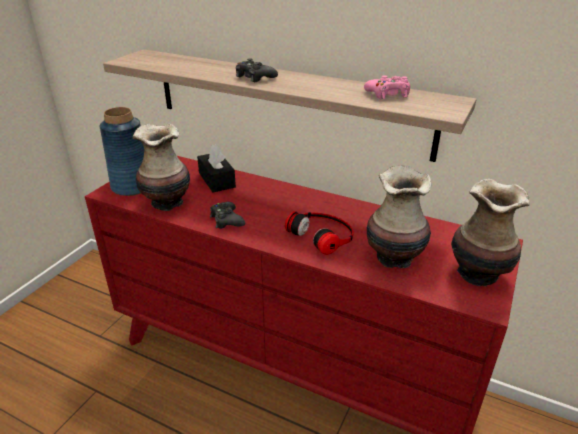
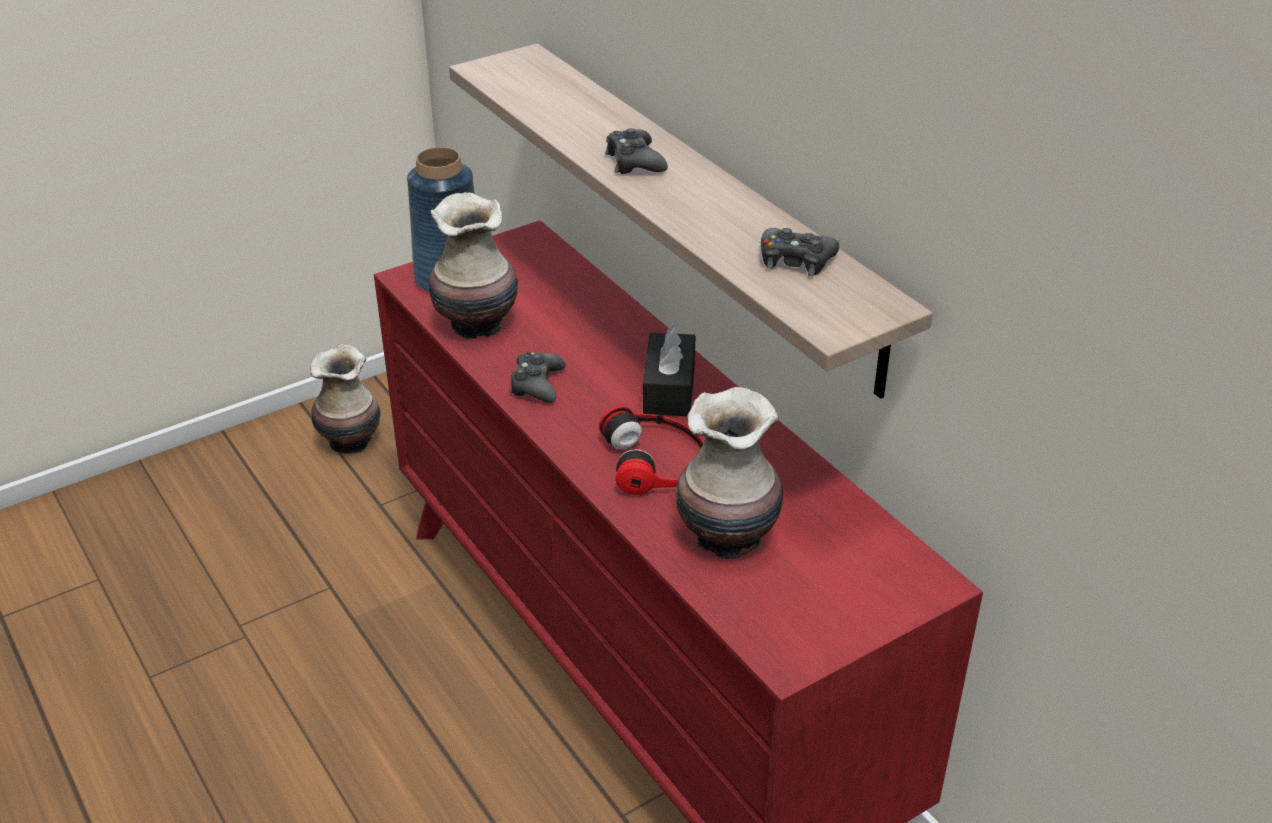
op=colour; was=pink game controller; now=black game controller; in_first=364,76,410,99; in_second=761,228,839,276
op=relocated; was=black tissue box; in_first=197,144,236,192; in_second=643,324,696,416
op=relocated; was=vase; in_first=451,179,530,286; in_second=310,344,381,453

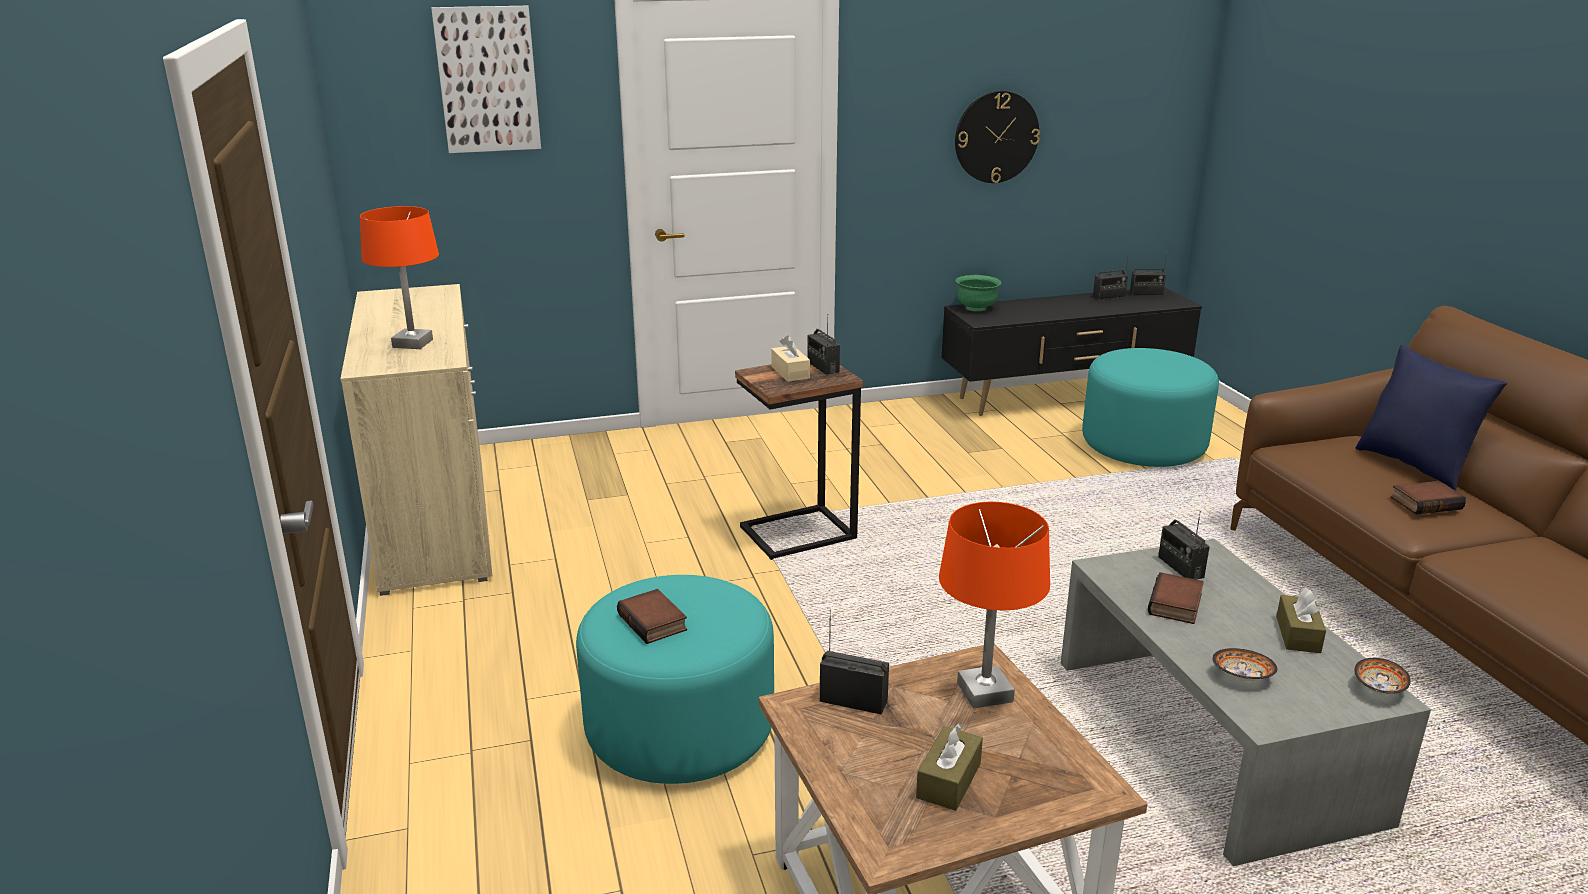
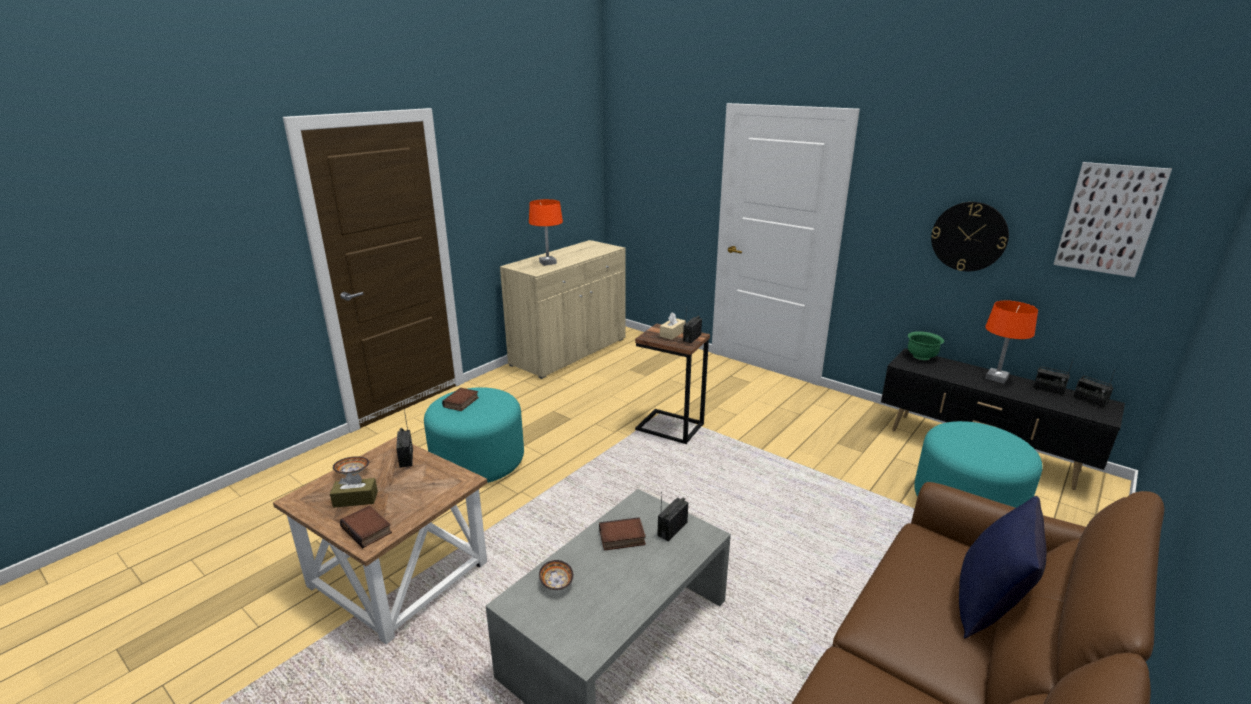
op=relocated; was=picture; in_first=431,6,541,153; in_second=1053,162,1172,277
op=relocated; was=book; in_first=1391,481,1466,515; in_second=340,505,392,548
op=relocated; was=orange table lamp; in_first=939,502,1050,709; in_second=985,301,1038,384
op=missing; was=brown tissue box; in_first=1276,588,1326,653
op=relocated; was=bowl; in_first=1354,658,1411,695; in_second=333,456,369,475

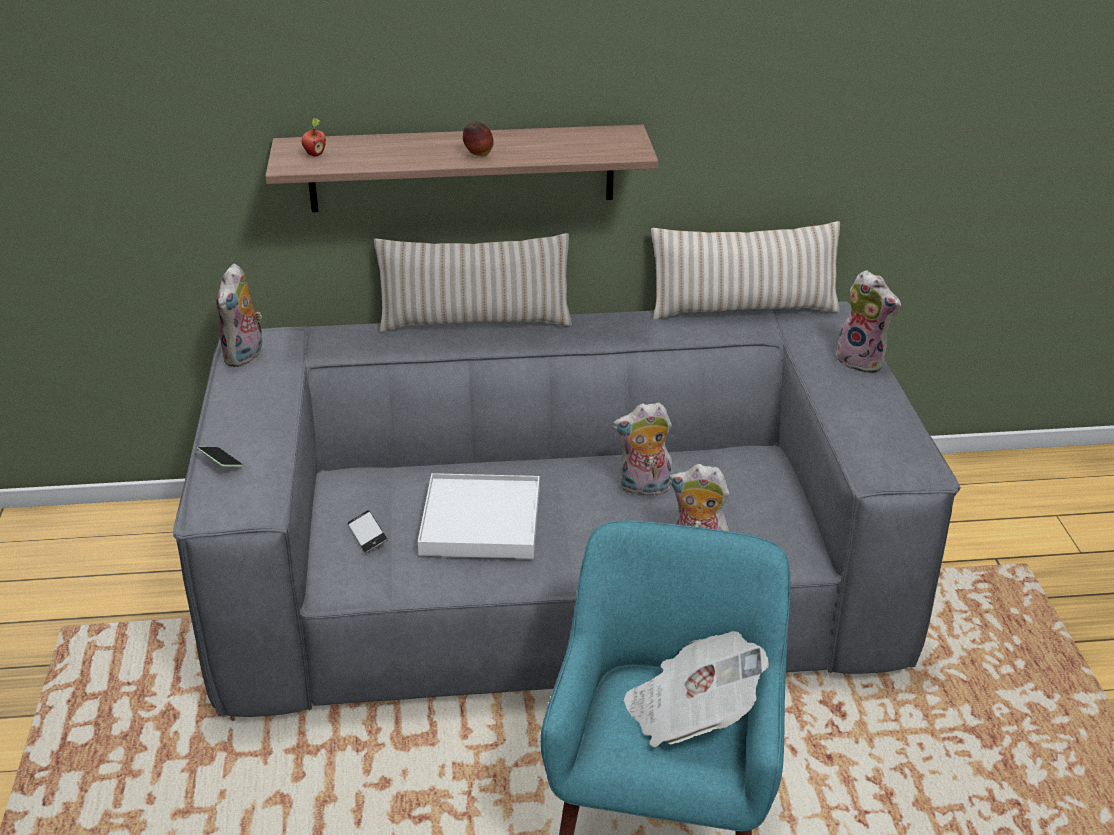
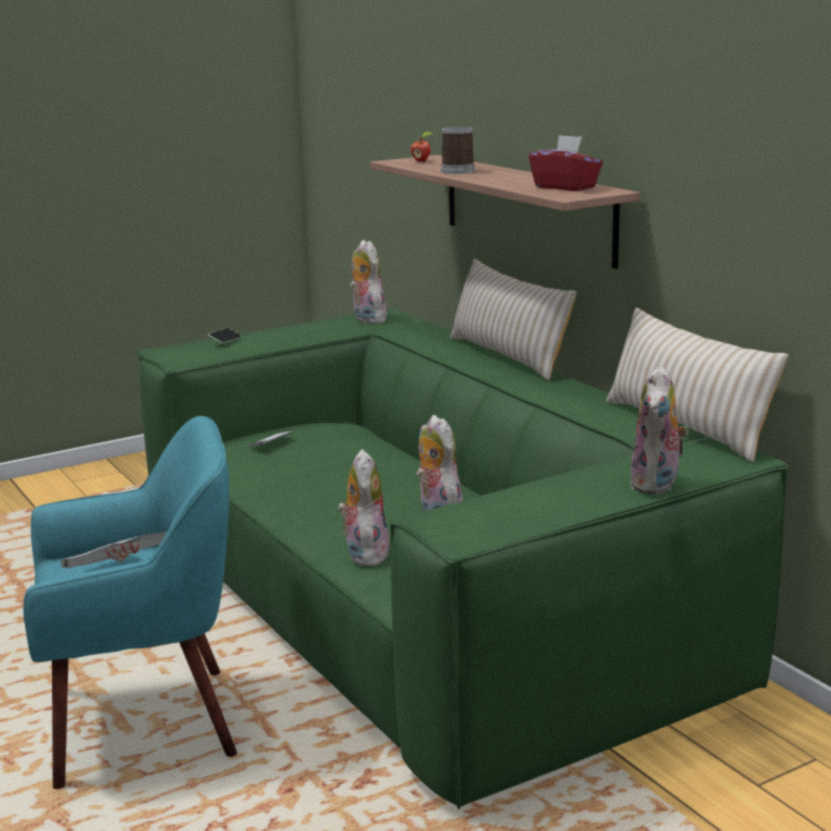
op=missing; was=apple; in_first=463,122,494,156
op=spun; was=plush toy; in_first=216,264,262,367; in_second=350,240,387,324; clockwise=75
op=colour; was=grey sofa; now=green sofa; in_first=173,301,961,717; in_second=138,309,788,810
op=missing; was=white tray; in_first=418,473,540,559
op=appeared; now=mug; in_second=441,127,475,174
op=appeared; now=red tissue box; in_second=529,135,603,191

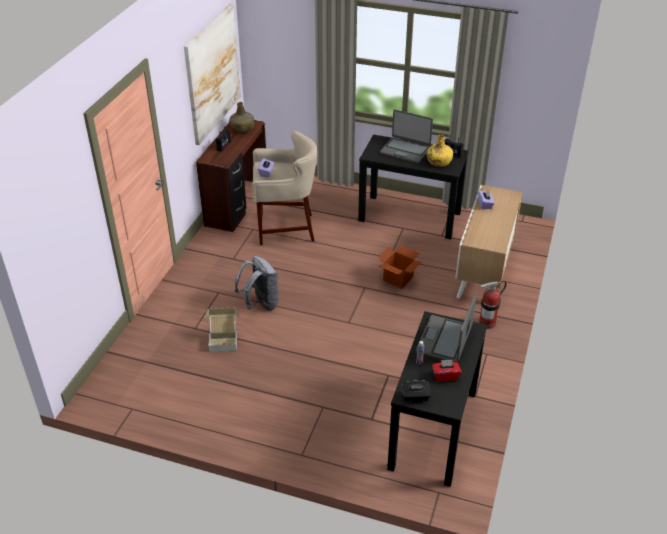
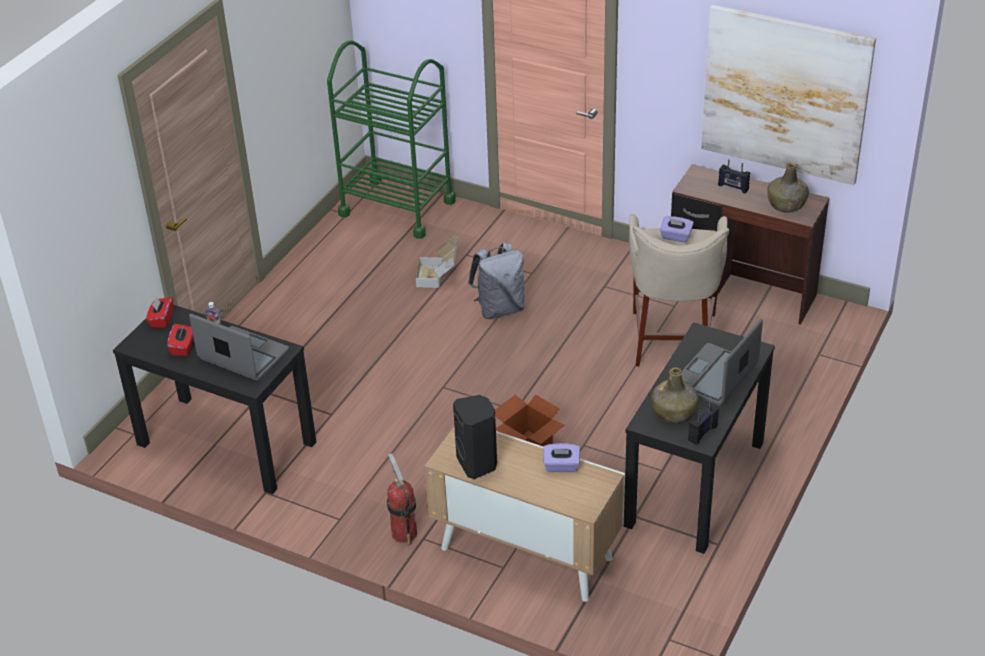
op=colour; was=yellow bottle; now=green bottle; in_first=427,135,453,167; in_second=651,367,699,423
op=colour; was=black tissue box; now=red tissue box; in_first=402,380,431,402; in_second=146,296,173,328
op=appeared; now=green cart; in_second=327,40,455,239
op=appeared; now=black speaker; in_second=453,395,497,479

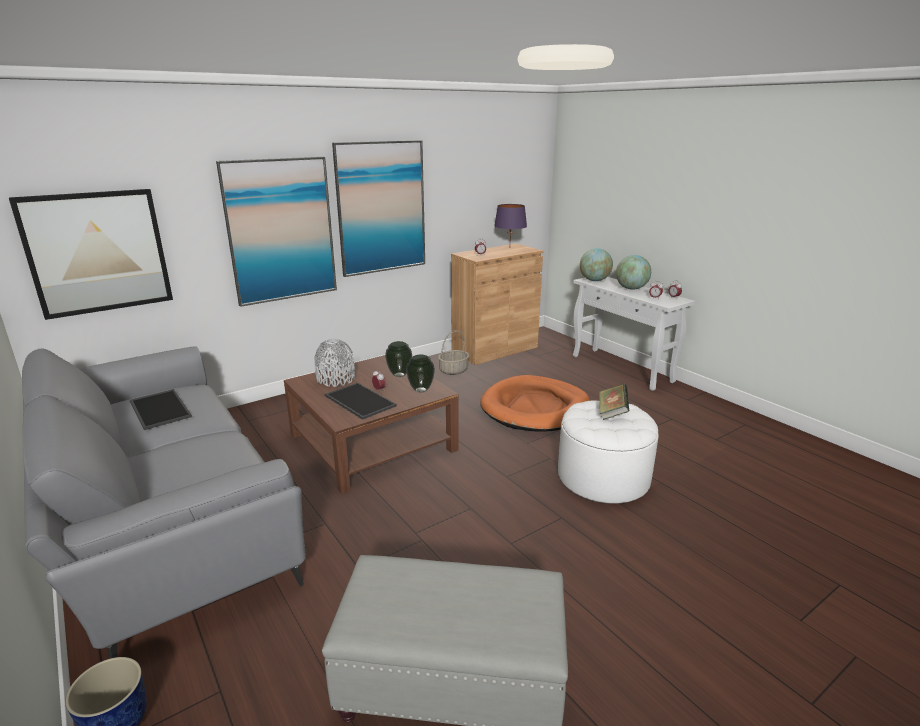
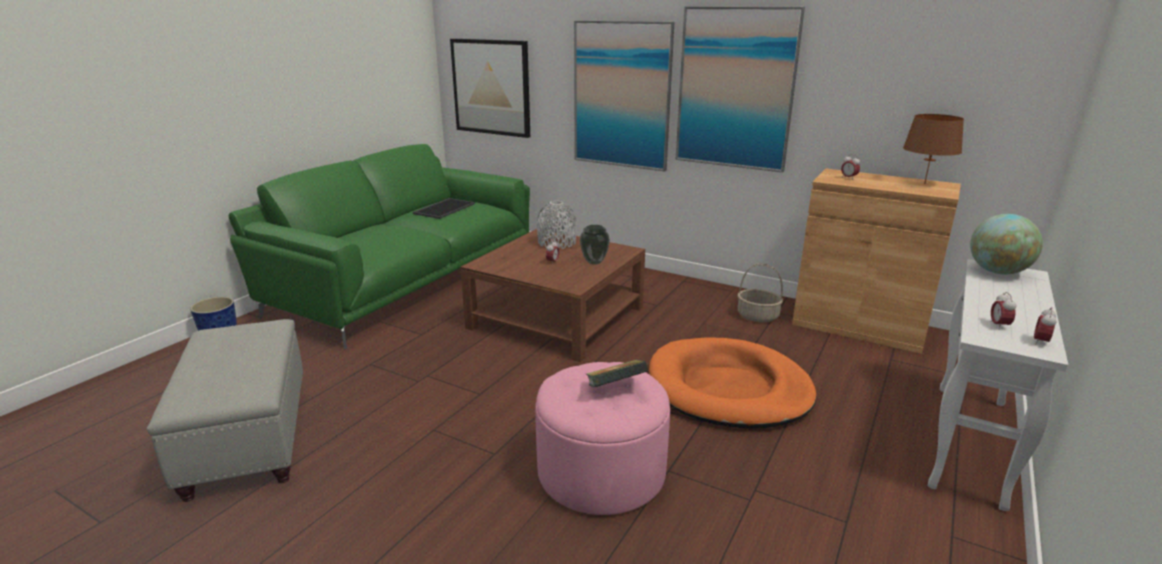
op=colour; was=purple table lamp; now=brown table lamp; in_first=494,204,527,237; in_second=903,114,964,184
op=missing; was=globe; in_first=616,255,651,290
op=colour; was=grey sofa; now=green sofa; in_first=22,346,306,659; in_second=229,144,530,349
op=missing; was=vase; in_first=406,355,435,392
op=missing; was=tray; in_first=325,383,396,420
op=colour; was=white ottoman; now=pink ottoman; in_first=558,401,659,504; in_second=535,362,670,515

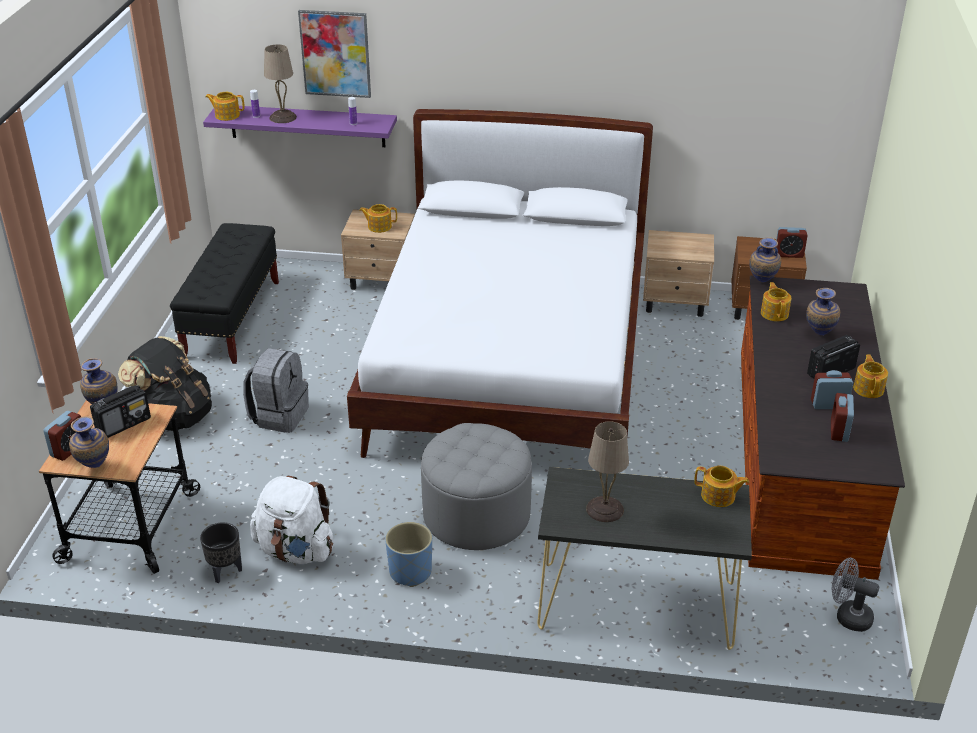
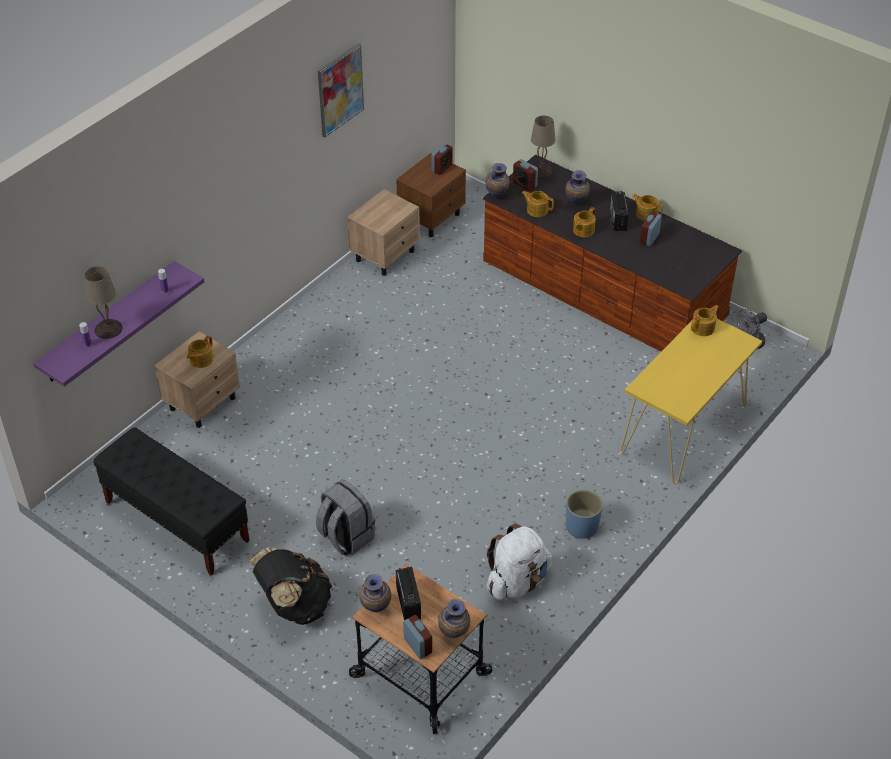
op=relocated; was=picture; in_first=298,10,371,98; in_second=318,43,364,137
op=relocated; was=teapot; in_first=206,92,245,121; in_second=573,207,596,237
op=missing; was=white bed; in_first=347,109,653,458
op=relocated; was=alarm clock; in_first=831,393,854,442; in_second=513,159,538,191
op=relocated; was=beige table lamp; in_first=586,421,629,522; in_second=531,115,555,178
op=missing; was=grey ottoman; in_first=421,423,532,550
op=colour; was=black console table; now=yellow console table; in_first=538,467,752,650; in_second=620,319,762,484
op=missing; was=black planter; in_first=200,522,242,583

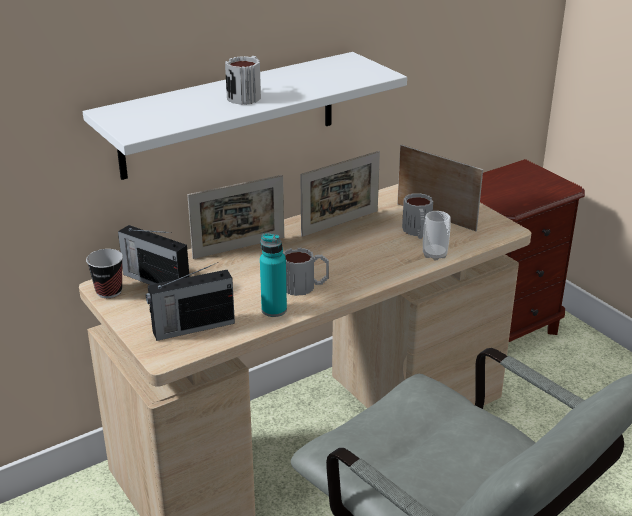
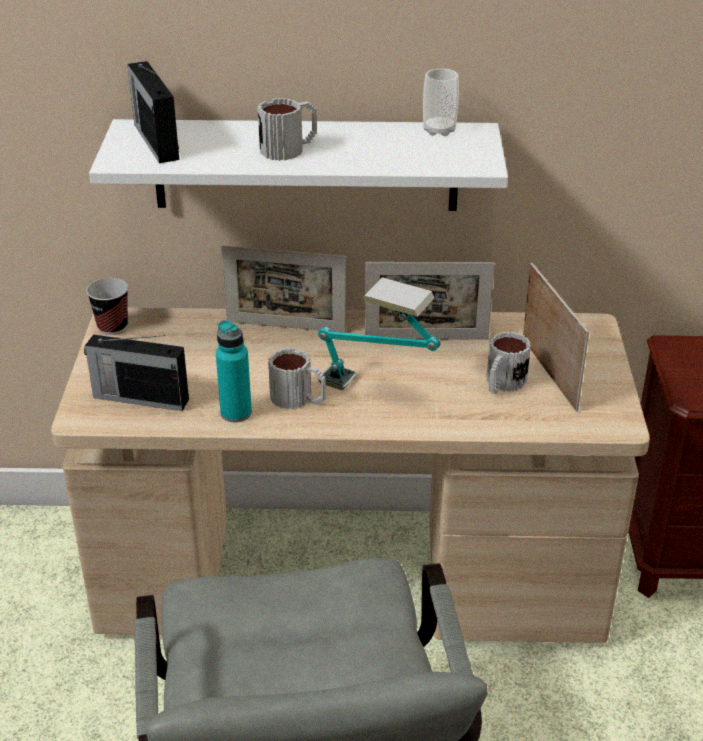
op=relocated; was=cup; in_first=423,211,451,261; in_second=423,68,459,136
op=relocated; was=radio; in_first=118,225,190,285; in_second=127,61,179,163
op=appeared; now=table lamp; in_second=318,277,440,391

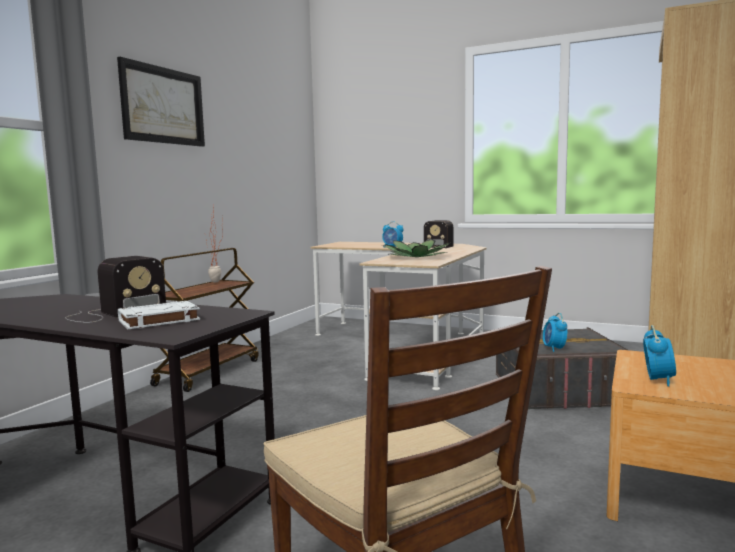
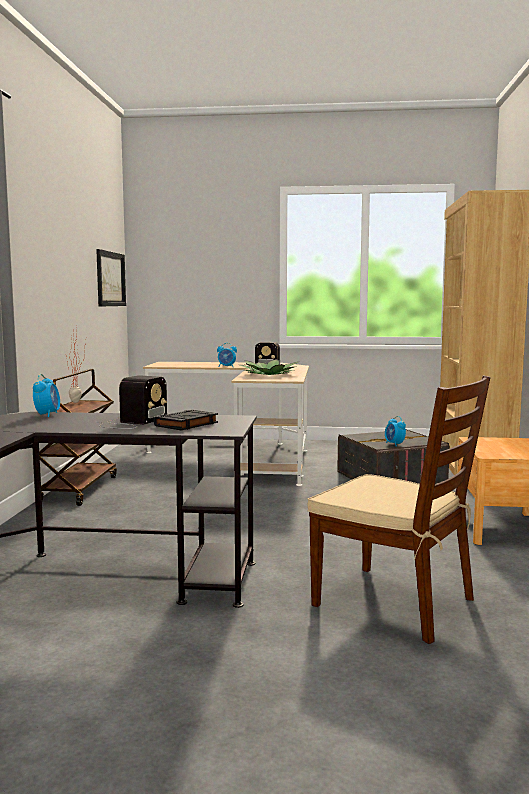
op=relocated; was=picture; in_first=117,57,205,147; in_second=96,249,126,306
op=colour; was=white book; now=black book; in_first=118,301,200,330; in_second=154,410,218,430
op=relocated; was=alarm clock; in_first=643,325,676,387; in_second=33,374,60,417

